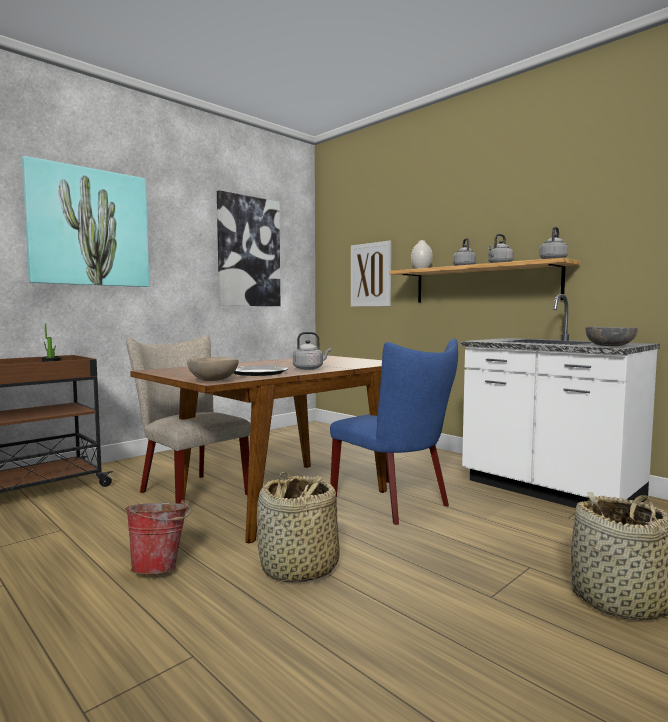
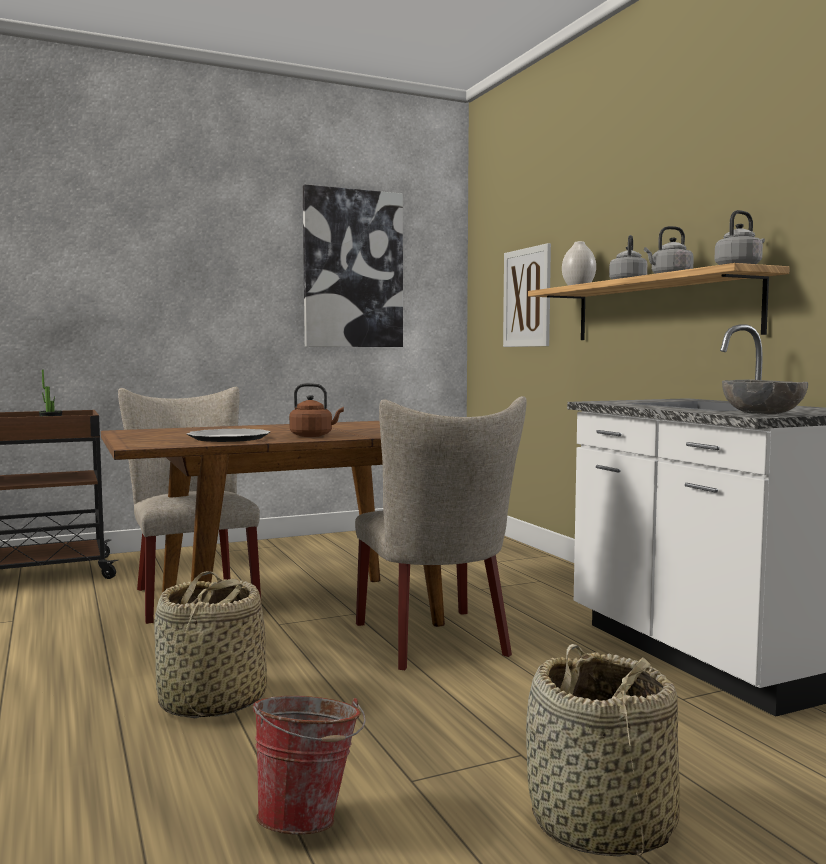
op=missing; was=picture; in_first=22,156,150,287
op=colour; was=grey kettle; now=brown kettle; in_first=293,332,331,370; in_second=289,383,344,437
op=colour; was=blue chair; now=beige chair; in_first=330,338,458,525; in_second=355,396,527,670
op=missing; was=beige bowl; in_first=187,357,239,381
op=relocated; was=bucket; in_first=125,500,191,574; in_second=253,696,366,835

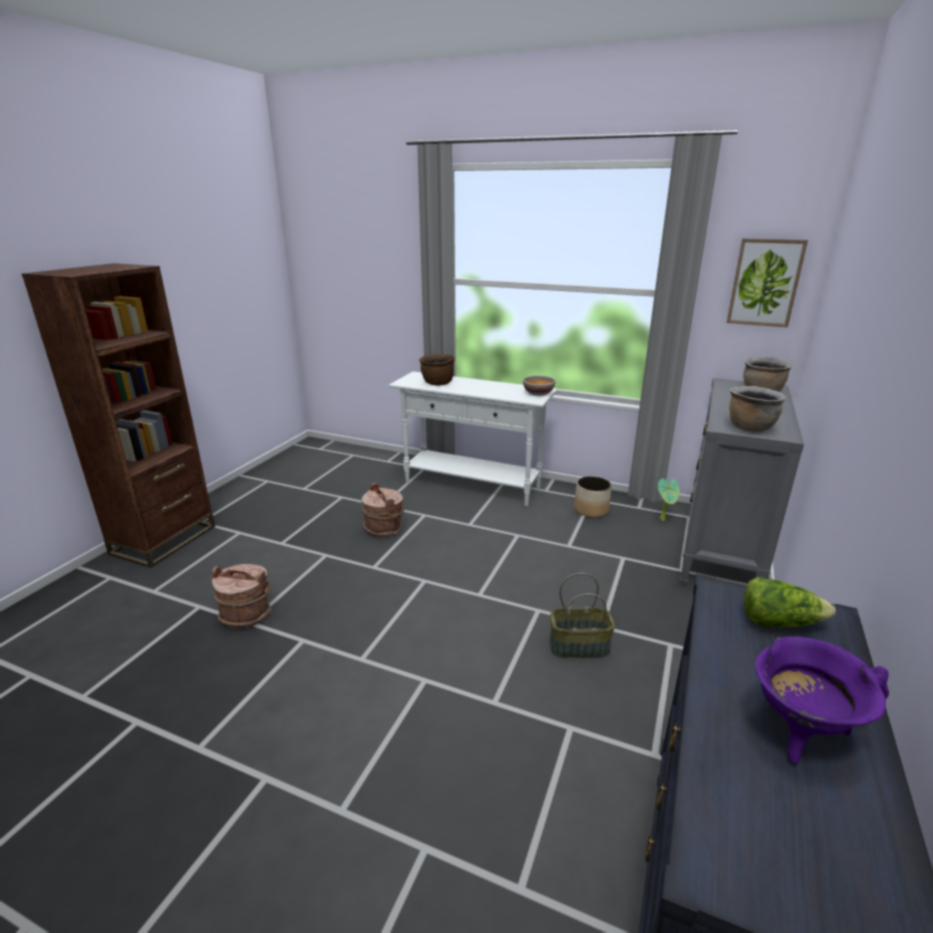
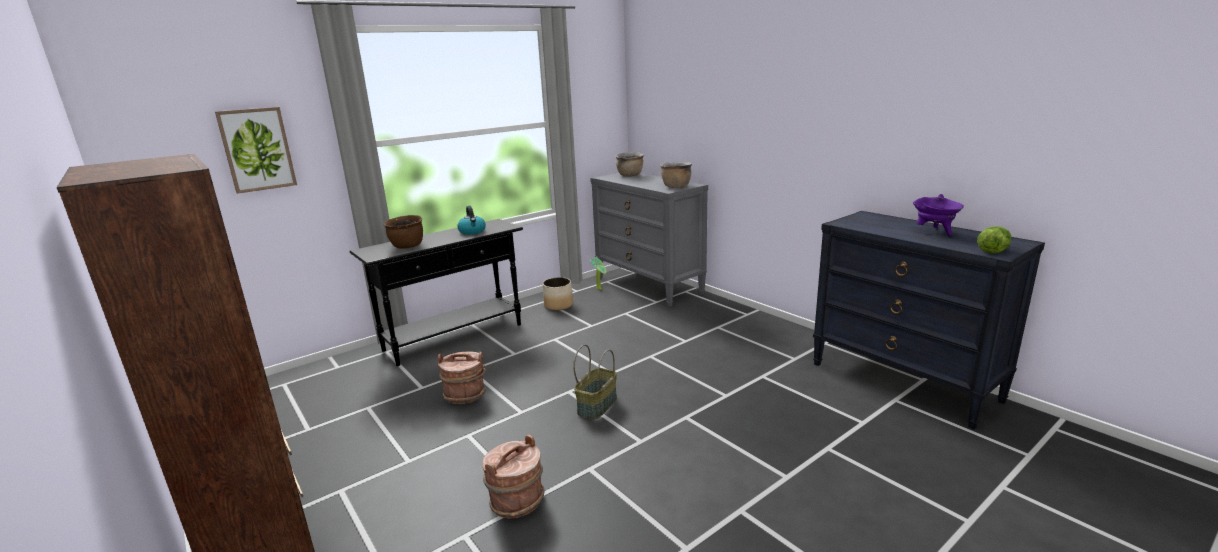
op=relocated; was=picture; in_first=727,238,808,327; in_second=215,107,297,194
op=colour; was=white console table; now=black console table; in_first=389,372,558,506; in_second=350,219,523,366
op=missing; was=bowl; in_first=523,376,556,396
op=relocated; was=basket; in_first=550,573,615,658; in_second=573,344,617,419
op=relocated; was=lettuce; in_first=744,577,836,628; in_second=977,226,1011,254
op=appeared; now=kettle; in_second=457,206,486,235

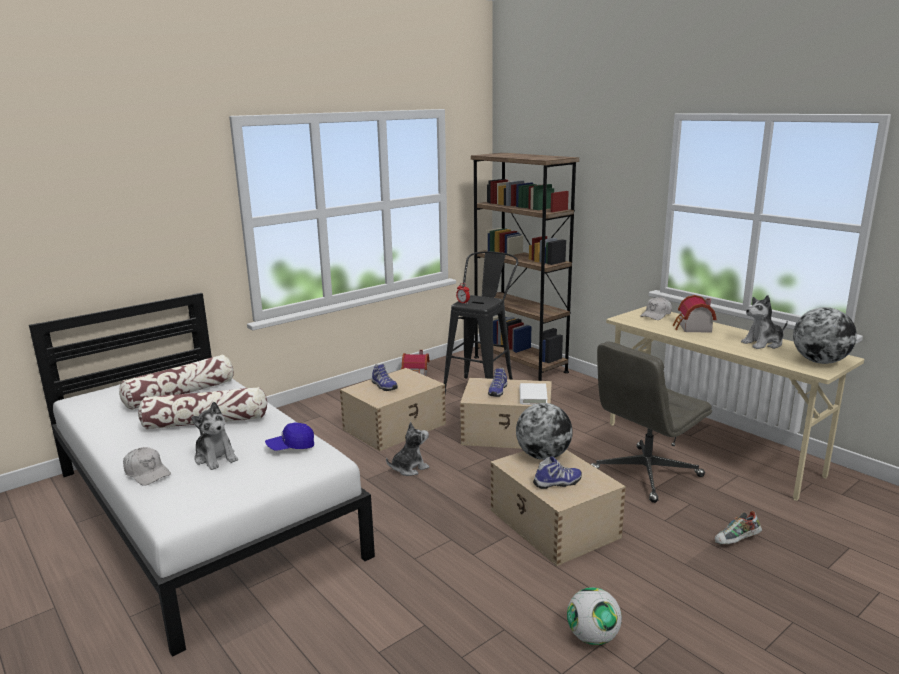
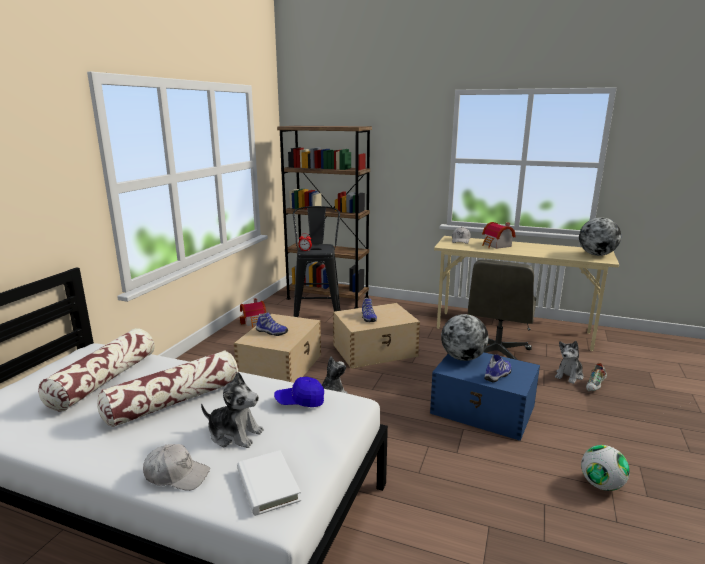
op=relocated; was=plush toy; in_first=741,295,788,349; in_second=555,341,584,384
op=relocated; was=white book; in_first=520,383,548,405; in_second=237,450,301,516
op=spun; was=blue cap; in_first=265,423,314,450; in_second=274,377,324,407; clockwise=45
op=colour; was=beige storage box; now=blue storage box; in_first=491,449,626,566; in_second=430,352,540,441

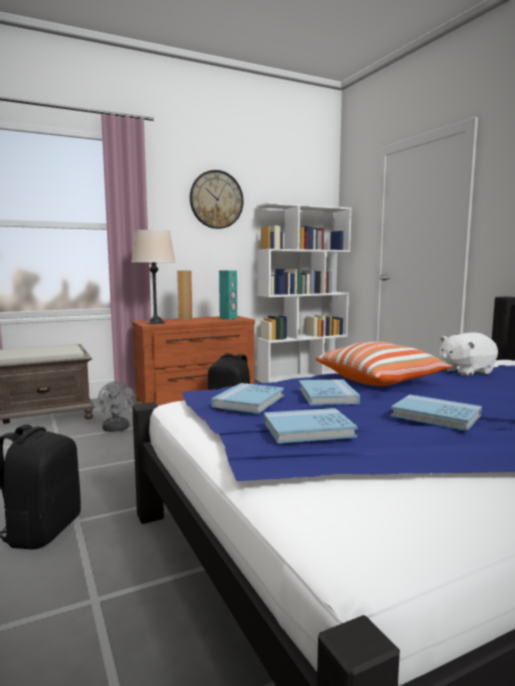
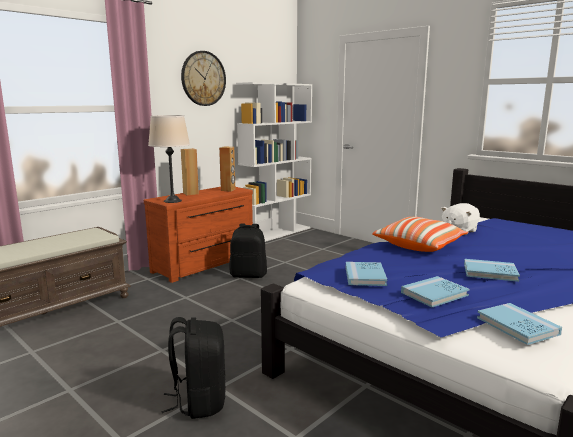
op=colour; was=turquoise speaker; now=brown speaker; in_first=219,270,237,319; in_second=219,147,235,192
op=relocated; was=blue book; in_first=299,379,360,405; in_second=477,303,562,345
op=missing; was=grey fan; in_first=98,382,134,432

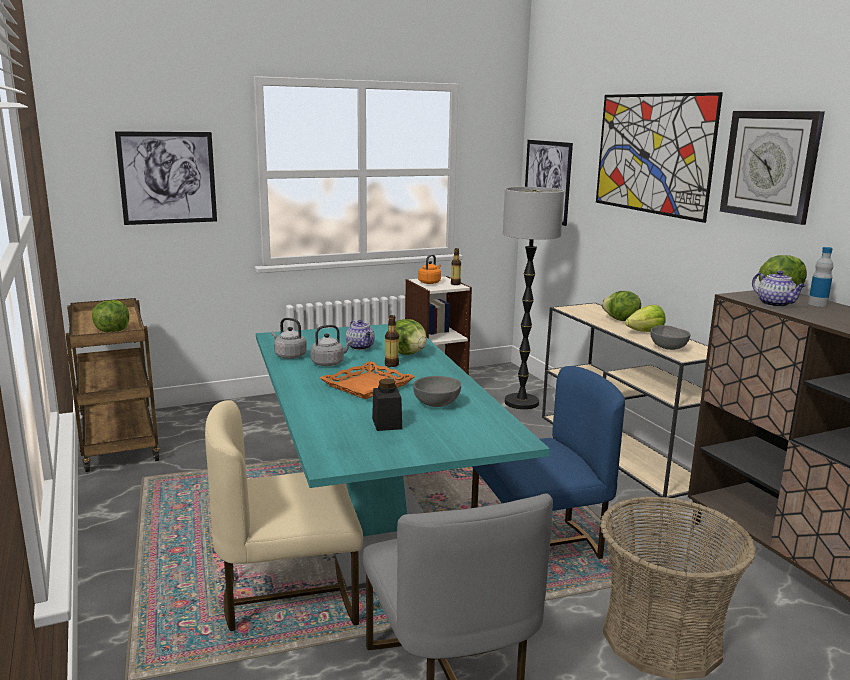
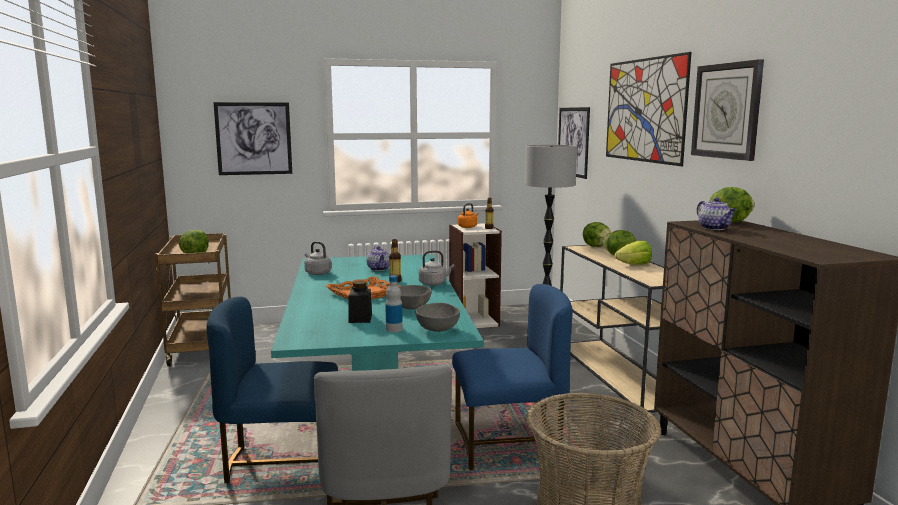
op=relocated; was=bottle; in_first=808,247,833,307; in_second=385,275,403,332
op=relocated; was=lettuce; in_first=396,319,427,355; in_second=583,222,611,247
op=relocated; was=grey kettle; in_first=310,325,352,366; in_second=419,250,454,286
op=relocated; was=grey bowl; in_first=650,325,691,350; in_second=416,303,460,332
op=colour; was=beige chair; now=blue chair; in_first=205,400,363,631; in_second=207,297,338,483

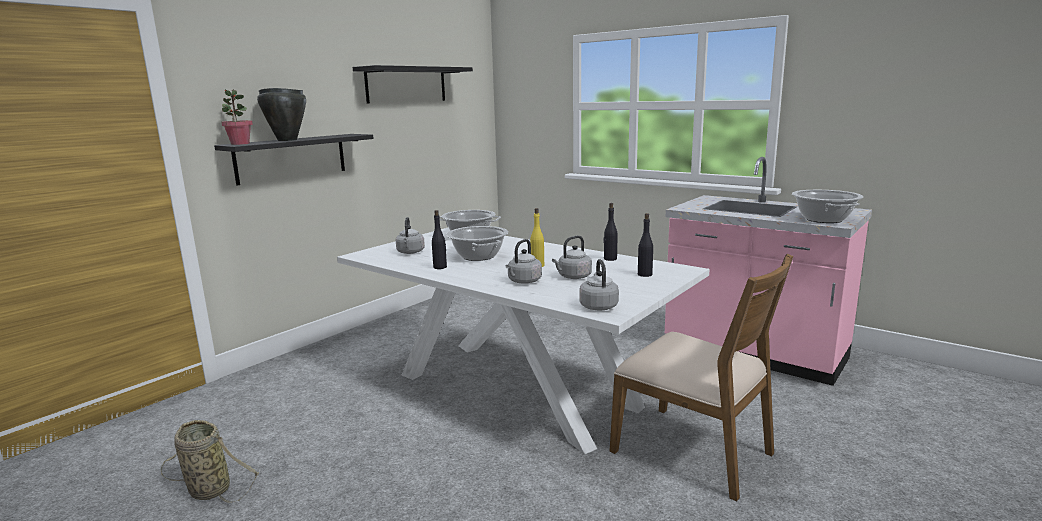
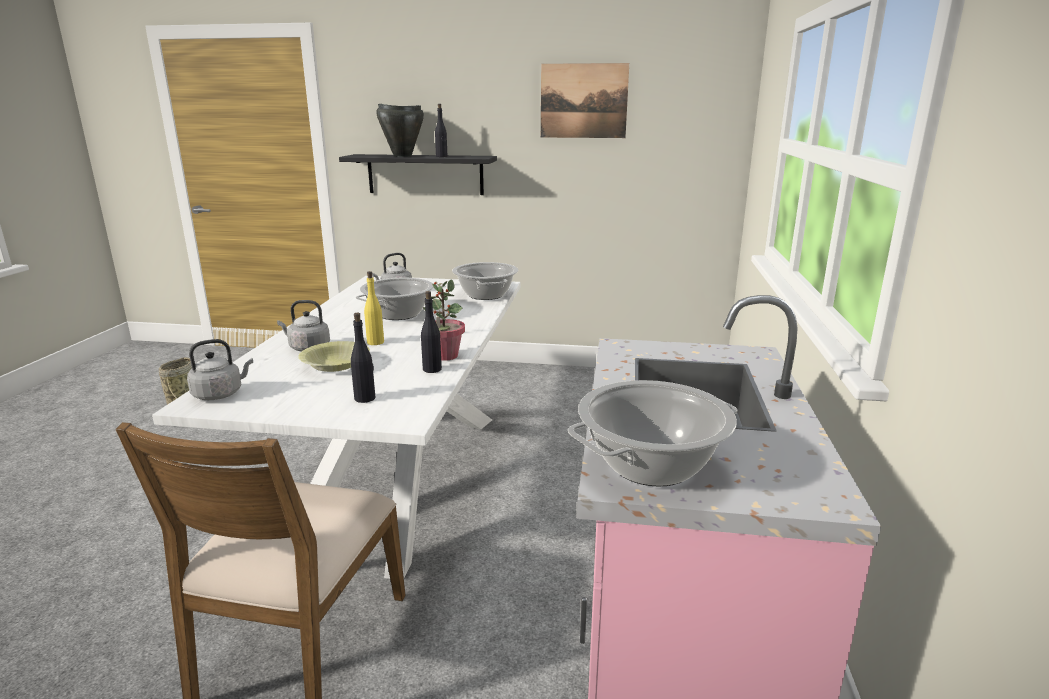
op=exchanged; was=black shelf; now=picture; in_first=352,65,473,104; in_second=541,63,629,138
op=relocated; was=potted plant; in_first=221,89,253,145; in_second=423,279,465,361
op=relocated; was=black bottle; in_first=432,210,447,269; in_second=435,104,448,157
op=exchanged; was=grey kettle; now=yellow bowl; in_first=552,235,592,279; in_second=298,341,370,372

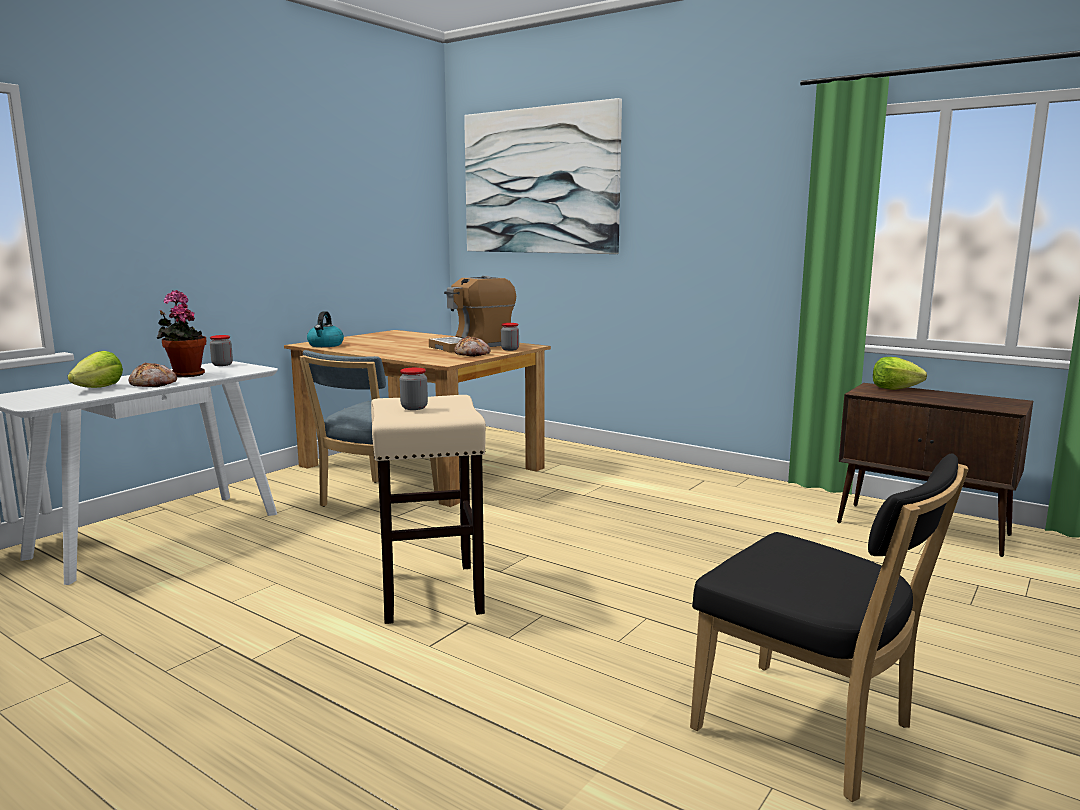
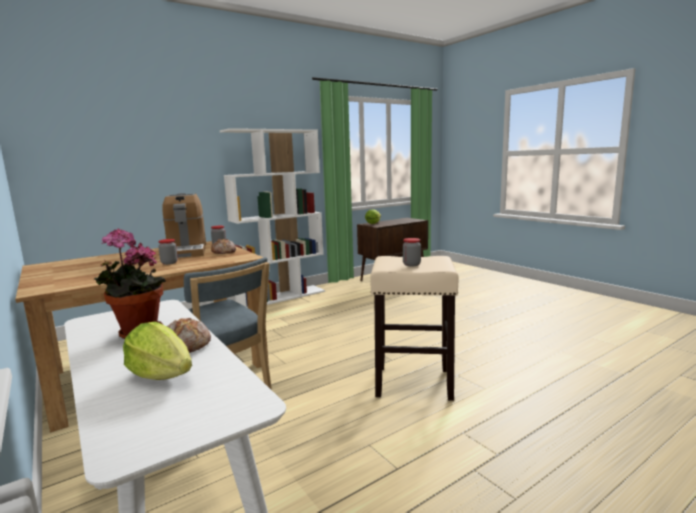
op=missing; was=picture; in_first=464,98,622,254
op=missing; was=kettle; in_first=307,311,344,347
op=relocated; was=jar; in_first=210,335,233,366; in_second=158,239,178,265
op=missing; was=black chair; in_first=690,453,969,802
op=appeared; now=white bookcase; in_second=220,128,325,308

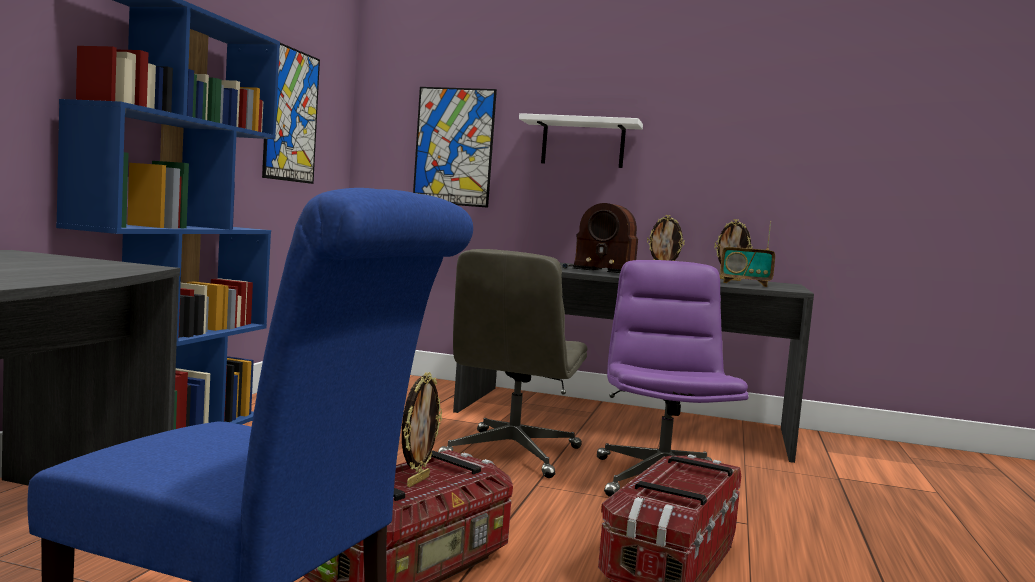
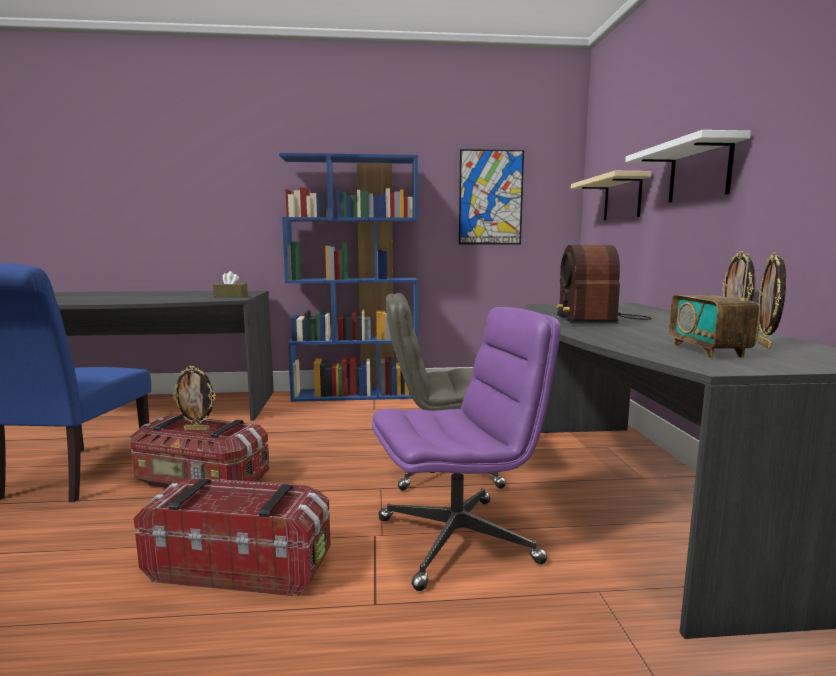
op=exchanged; was=picture; now=beige shelf; in_first=413,87,497,208; in_second=571,171,651,220
op=appeared; now=brown tissue box; in_second=213,271,248,297

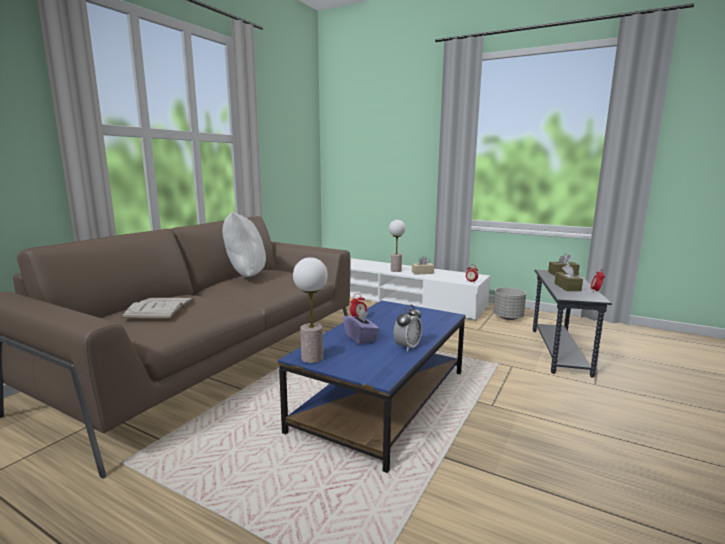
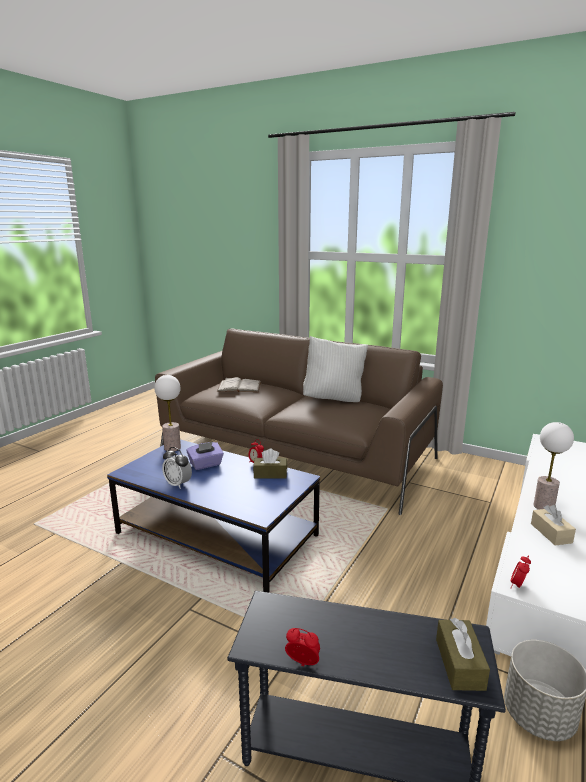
op=relocated; was=brown tissue box; in_first=554,264,583,291; in_second=253,448,287,478

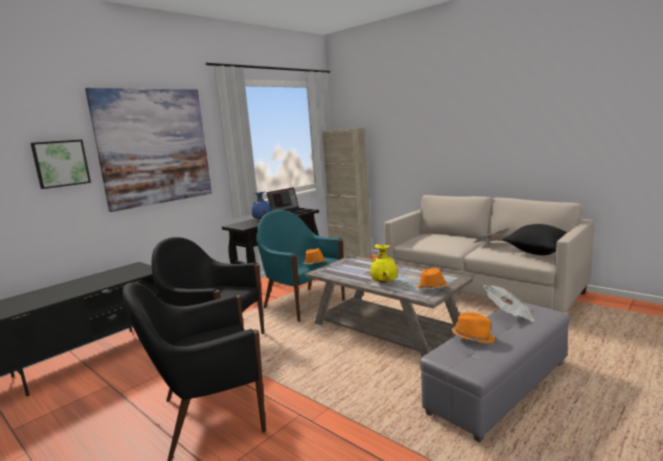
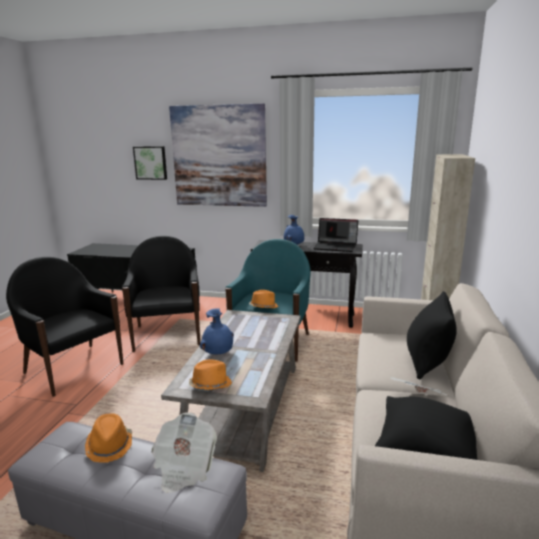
op=colour; was=yellow vase; now=blue vase; in_first=370,244,397,283; in_second=200,308,234,354
op=appeared; now=black pillow; in_second=407,291,457,380

